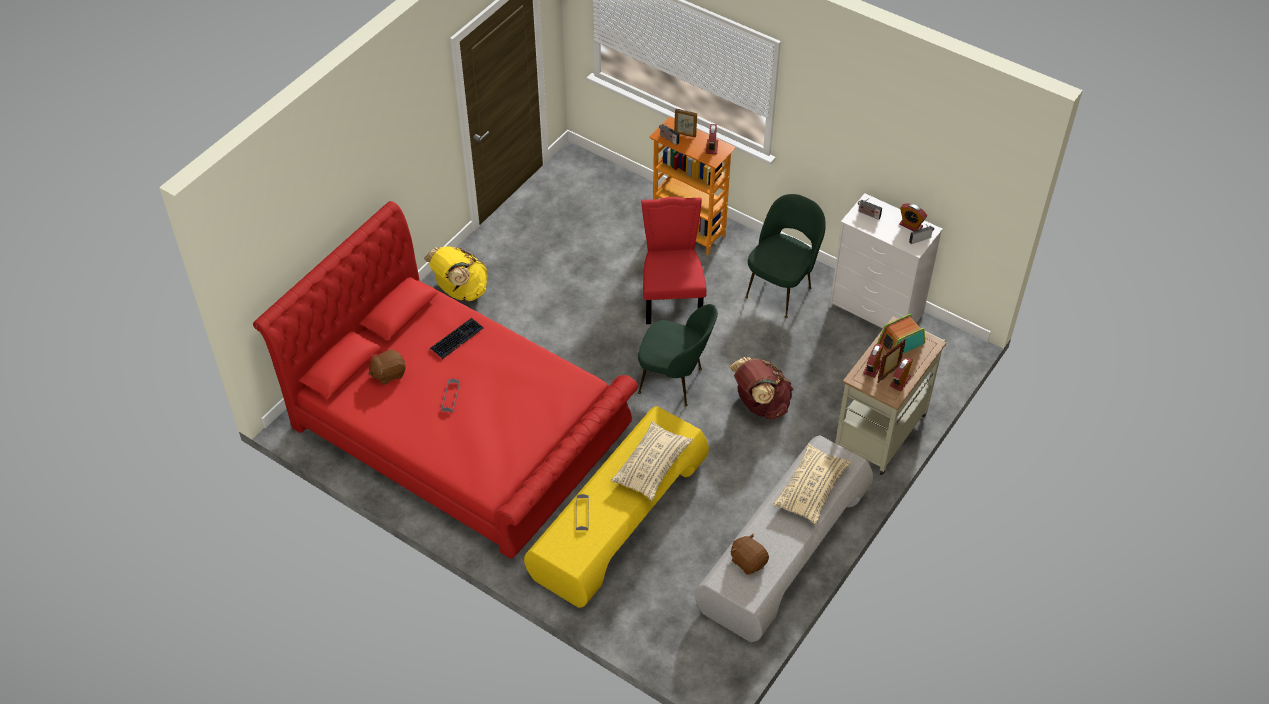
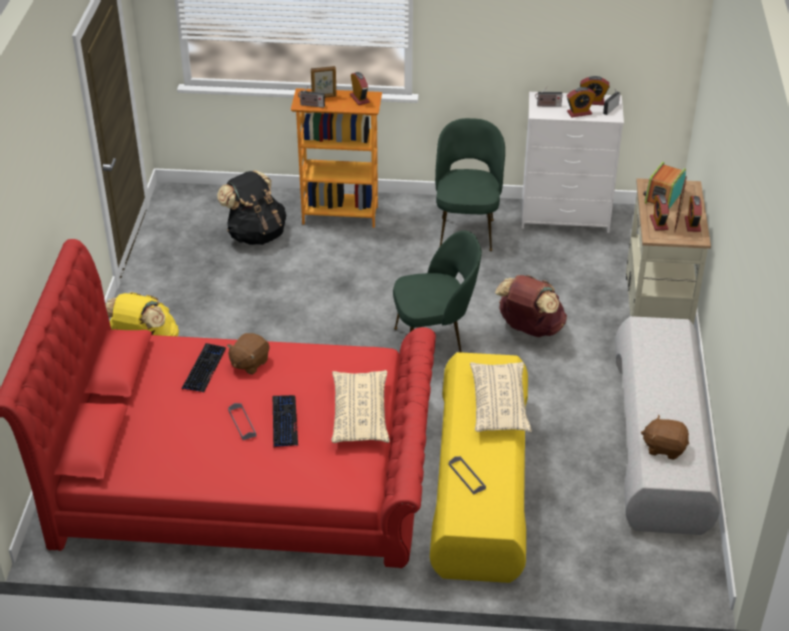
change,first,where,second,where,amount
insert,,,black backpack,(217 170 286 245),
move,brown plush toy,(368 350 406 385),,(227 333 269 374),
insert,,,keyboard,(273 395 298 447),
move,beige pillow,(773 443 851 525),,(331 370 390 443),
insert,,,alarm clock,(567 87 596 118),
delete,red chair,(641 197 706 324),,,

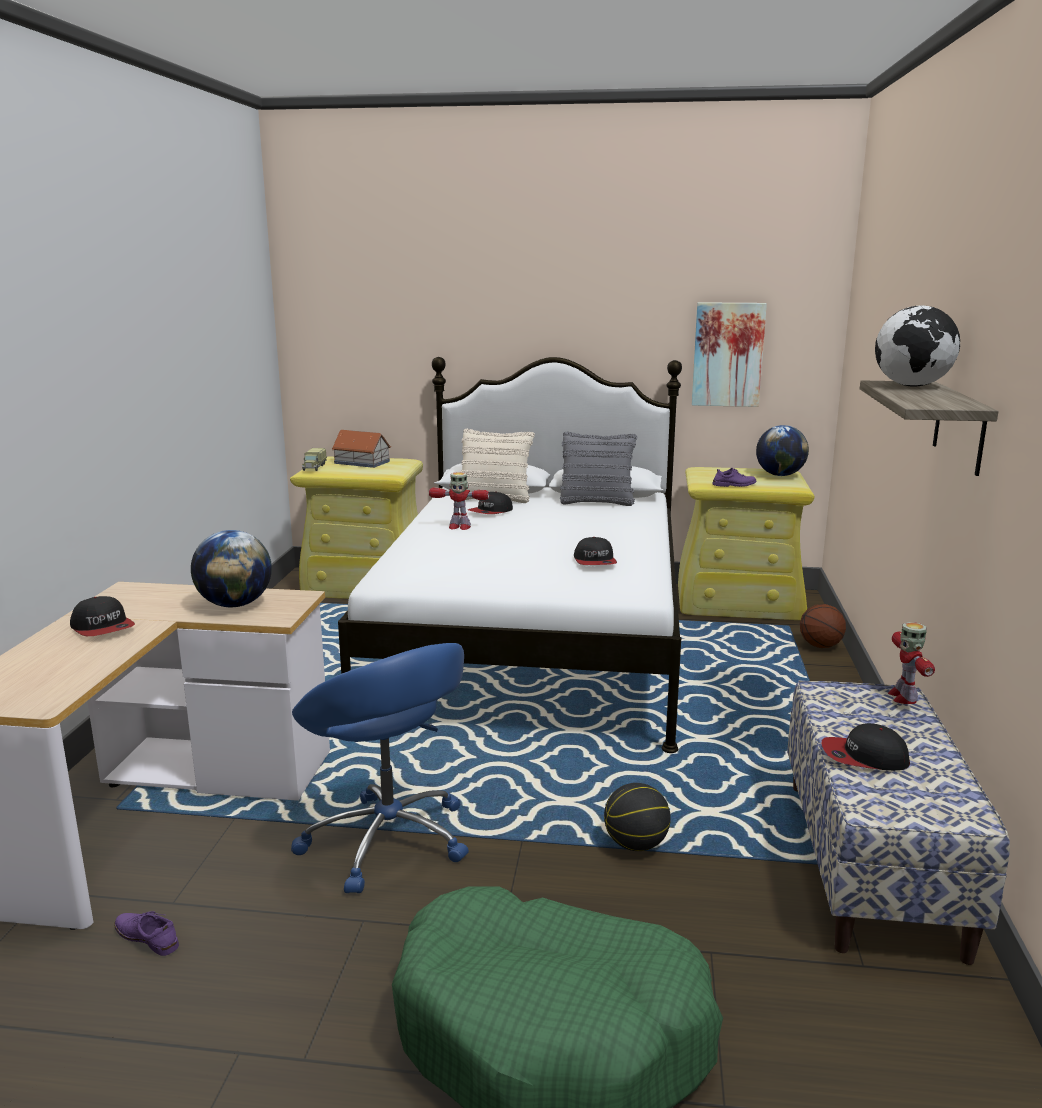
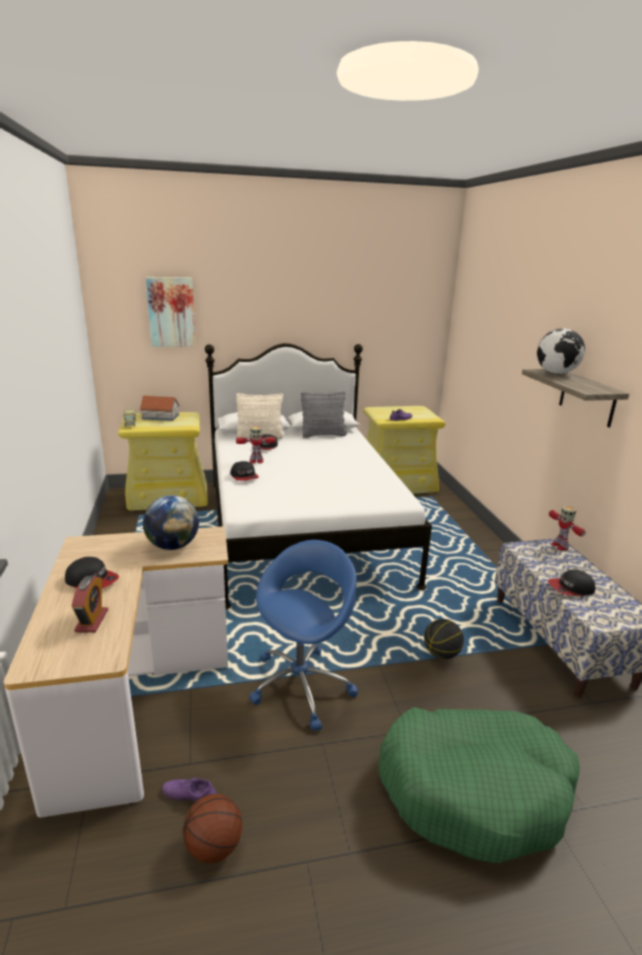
change,first,where,second,where,amount
insert,,,alarm clock,(72 576 108 633),
move,picture,(692 302 767 407),,(146 277 196 347),
move,basketball,(800 604 846 648),,(182 794 242 864),
move,cap,(574 537 617 565),,(230 461 259 481),
rotate,blue office chair,(291 643 469 893),,(249 540 358 731),75 degrees counterclockwise
delete,globe,(756 425 809 476),,,

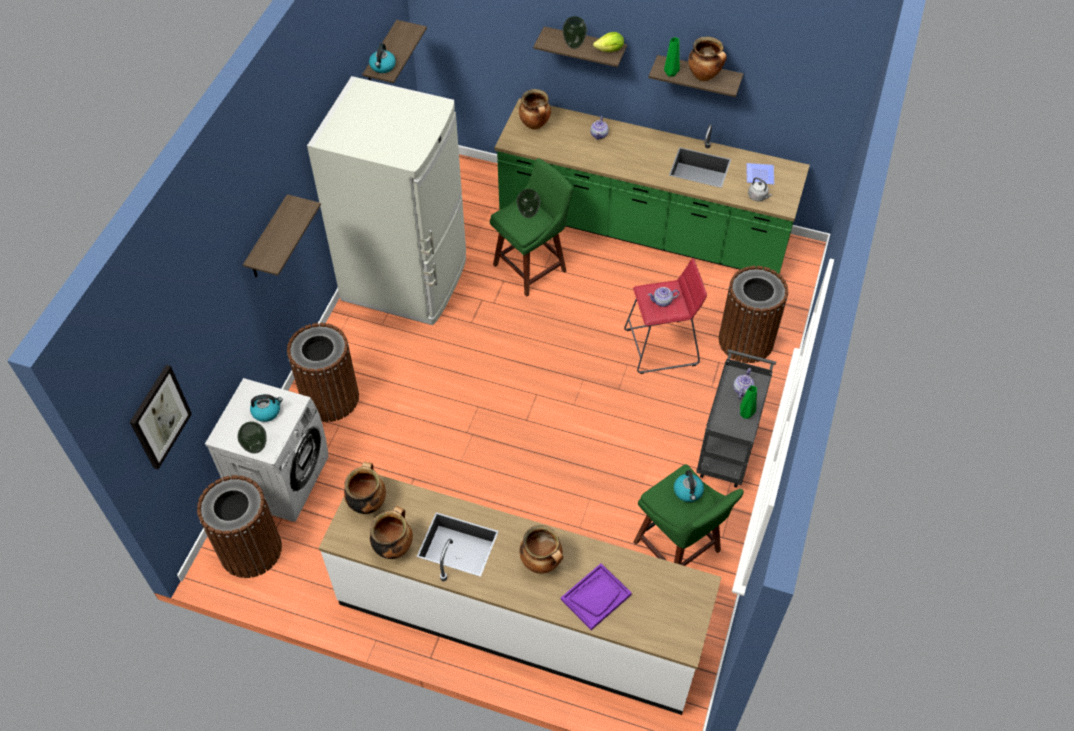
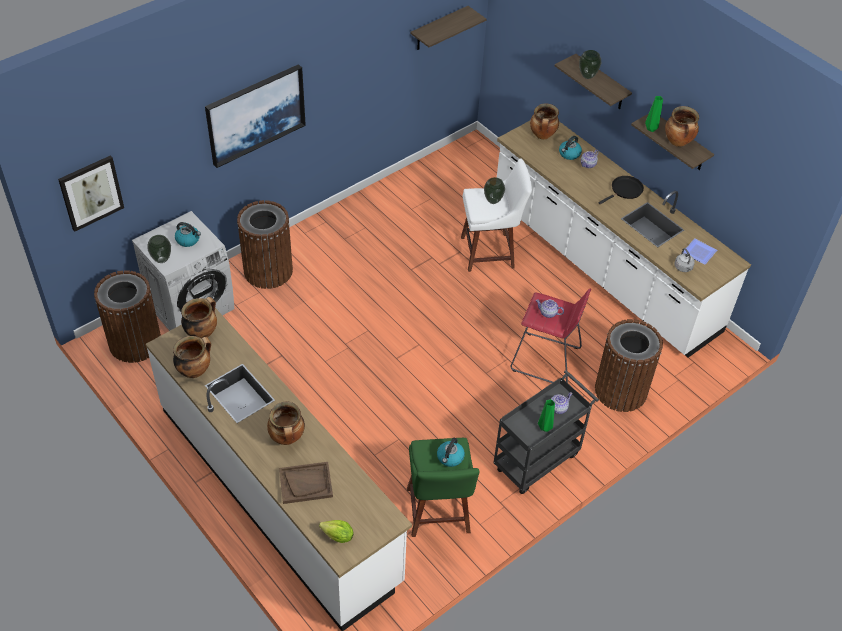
change,first,where,second,where,amount
replace,shelf,(243 194 321 277),picture,(205 64 306 168),
recolor,purple tray,(561 563 632 630),brown tray,(279 462 333 504),
move,lettuce,(593 32 624 52),,(319 520 354 543),
recolor,green stool,(490 159 573 297),white stool,(461 159 532 272),
recolor,green counter,(494 98 810 274),white counter,(497 121 751 358),
move,kettle,(369 43 396 73),,(559 136 582 160),
insert,,,black frying pan,(598 176 644 205),
delete,white fridge,(307 76 466 325),,,

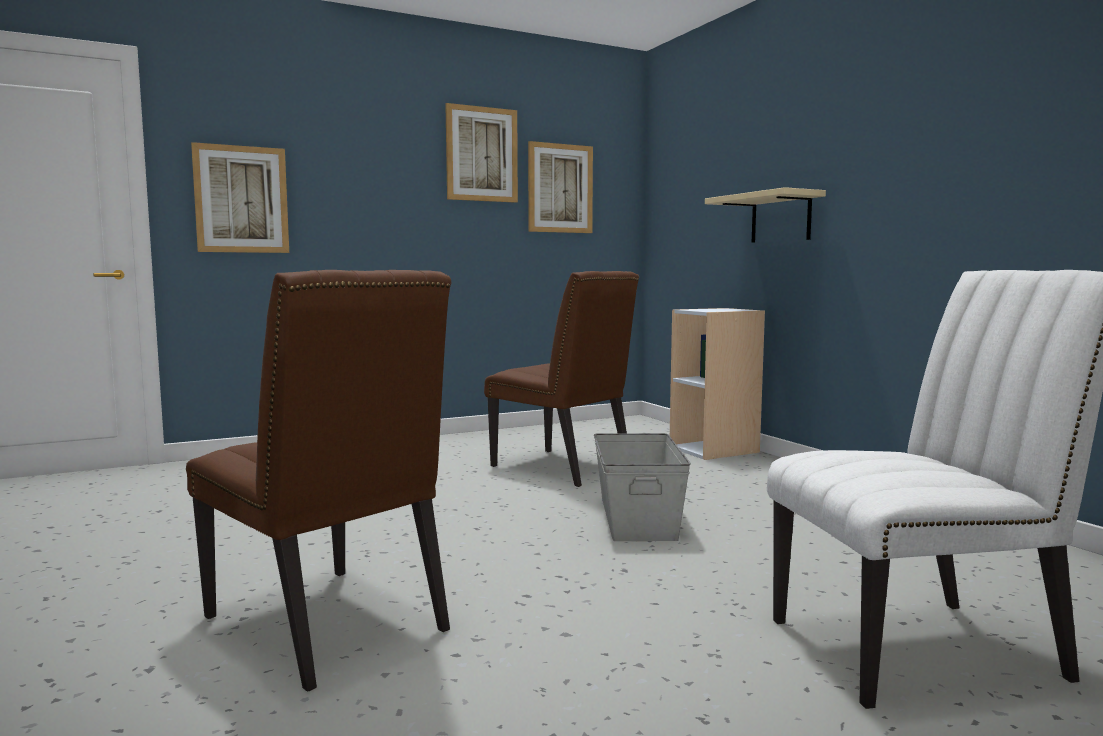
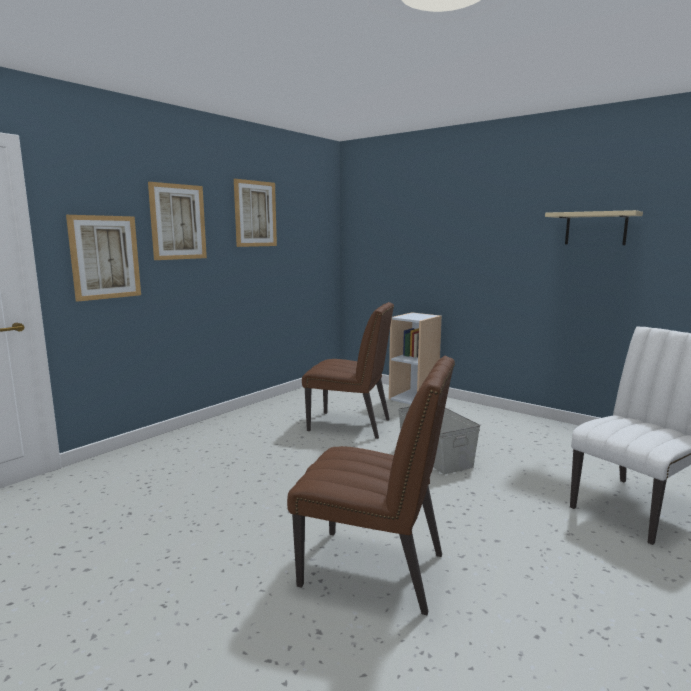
change,first,where,second,where,amount
move,picture,(528 141 593 233),,(148 182 207 260),
move,beige shelf,(705 187 826 243),,(545 210 643 245),

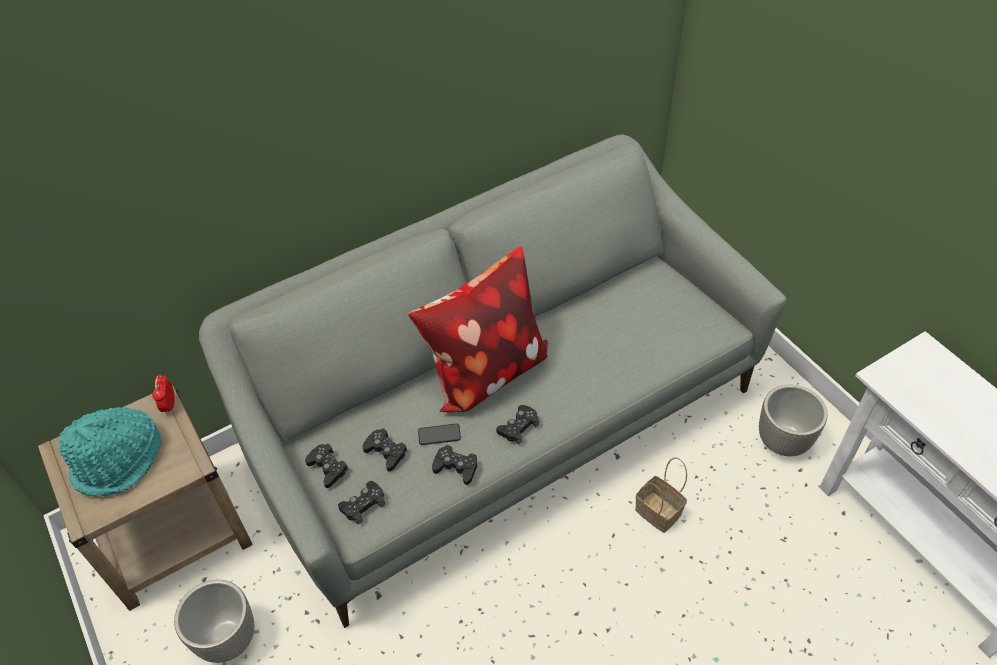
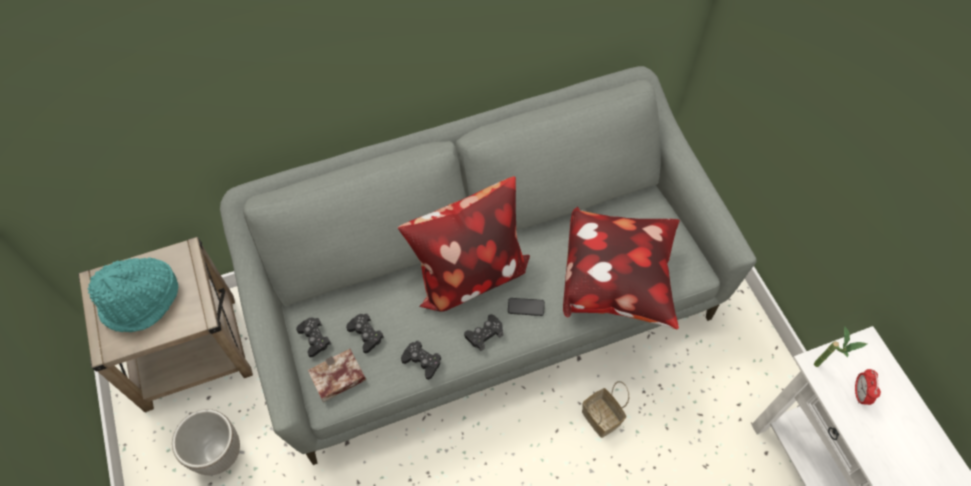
change,first,where,second,where,amount
replace,black game controller,(338 481 385 525),book,(308 349 366 402),
move,phone,(418 424 461 445),,(508 298 545 316),
insert,,,pillow,(563 206 680 329),
insert,,,potted plant,(814 327 867 367),
move,alarm clock,(152 375 174 414),,(855 369 881 405),
delete,planter,(759 385 828 456),,,

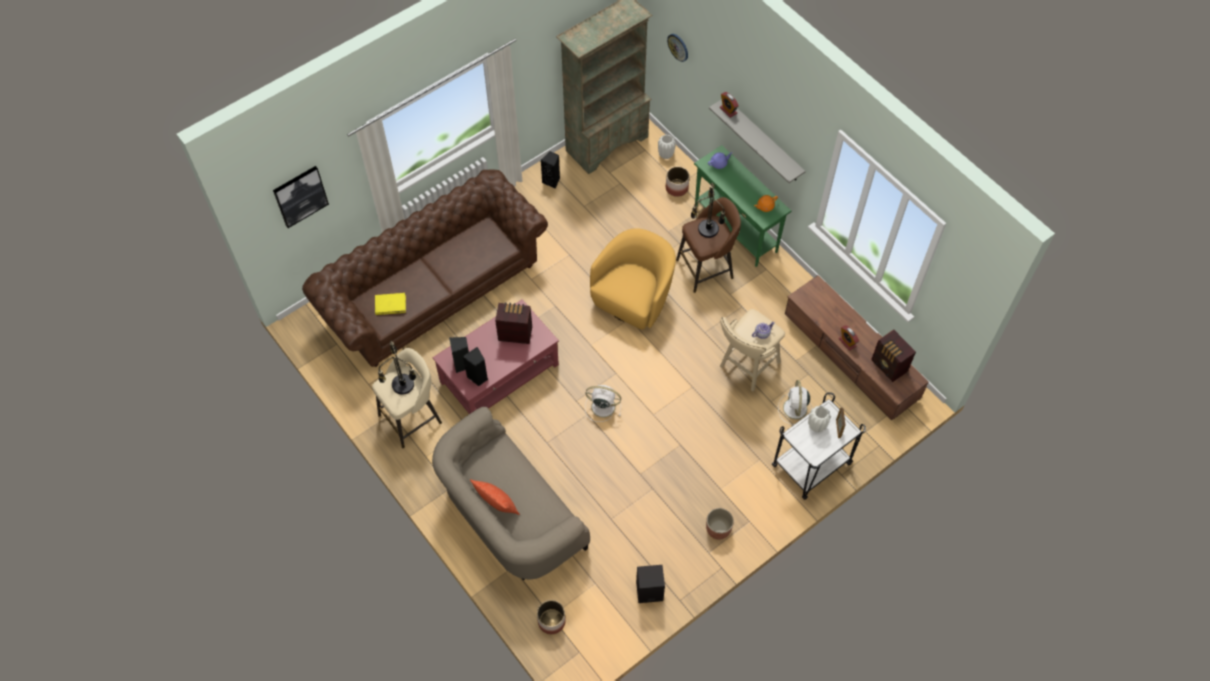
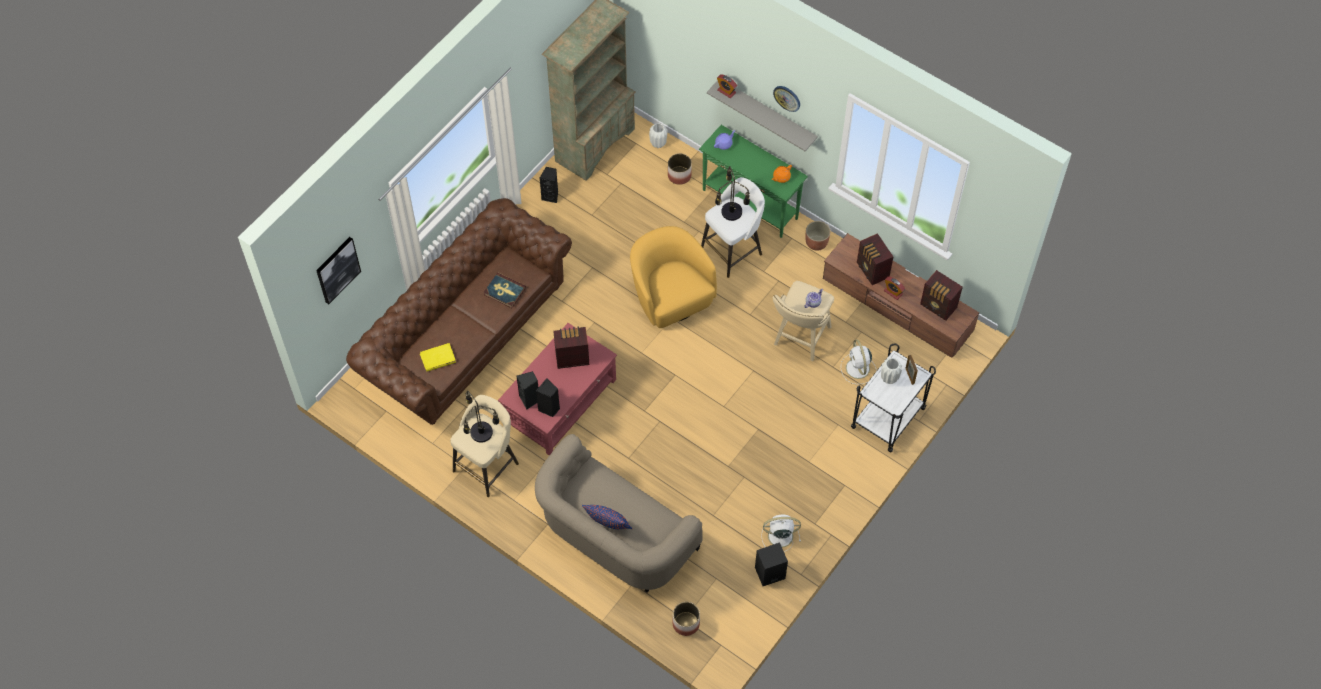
change,first,where,second,where,amount
insert,,,book,(484 273 526 308),
recolor,orange pillow,(470 479 520 515),blue pillow,(582 505 633 529),
rotate,yellow armchair,(590 228 676 330),,(630 226 717 328),45 degrees counterclockwise
recolor,brown stool,(676 197 741 293),white stool,(701 177 765 278),
move,white fan,(585 385 621 422),,(761 514 801 552),
move,wall clock,(667 34 688 62),,(773 86 800 112),
move,planter,(706 508 734 540),,(805 221 830 251),
insert,,,radio,(857 233 893 285),

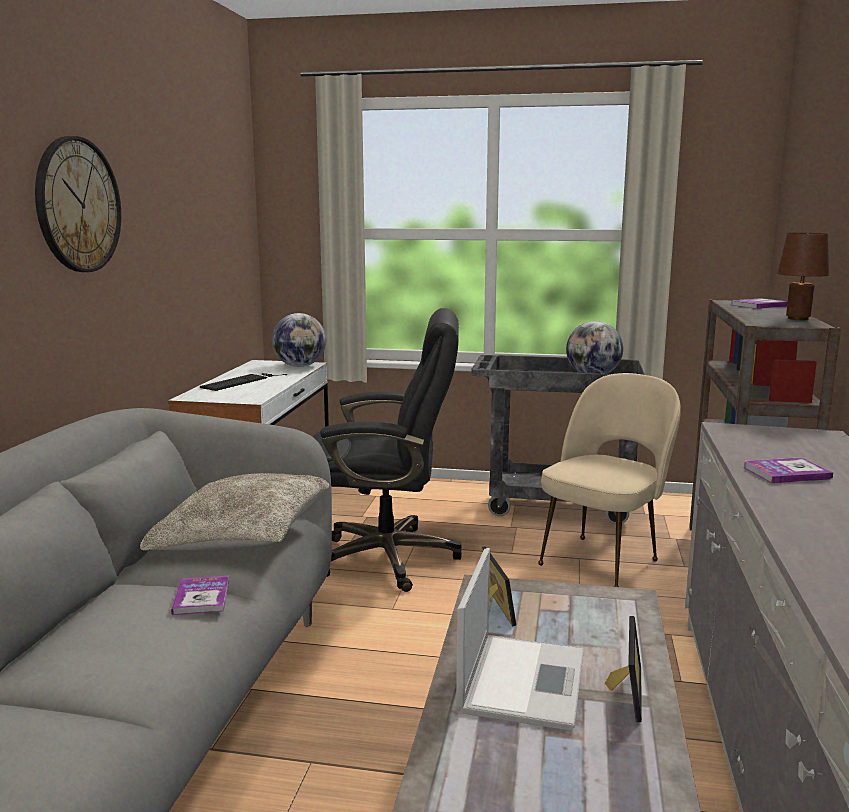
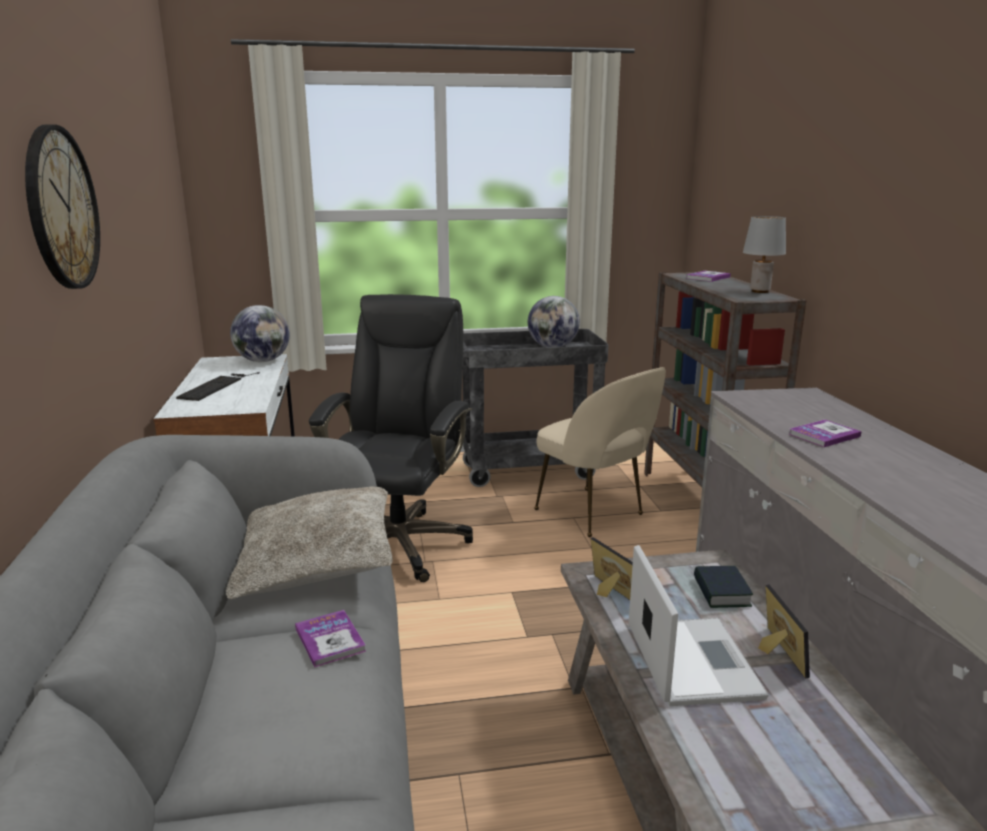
change,first,where,second,where,amount
rotate,black office chair,(313 308 462 592),,(309 294 473 582),60 degrees counterclockwise
rotate,beige chair,(538 373 681 587),,(534 367 666 537),120 degrees clockwise
insert,,,book,(694 566 753 608),
recolor,brown table lamp,(777 233 829 320),grey table lamp,(743 216 786 293),

